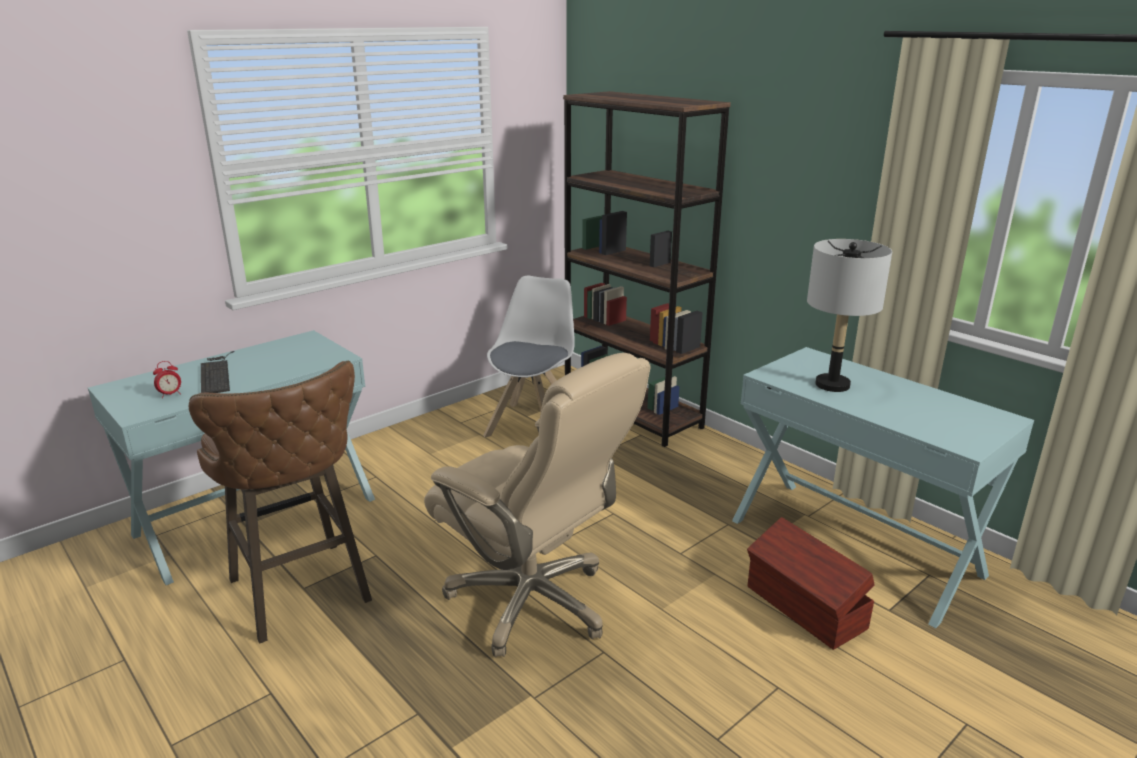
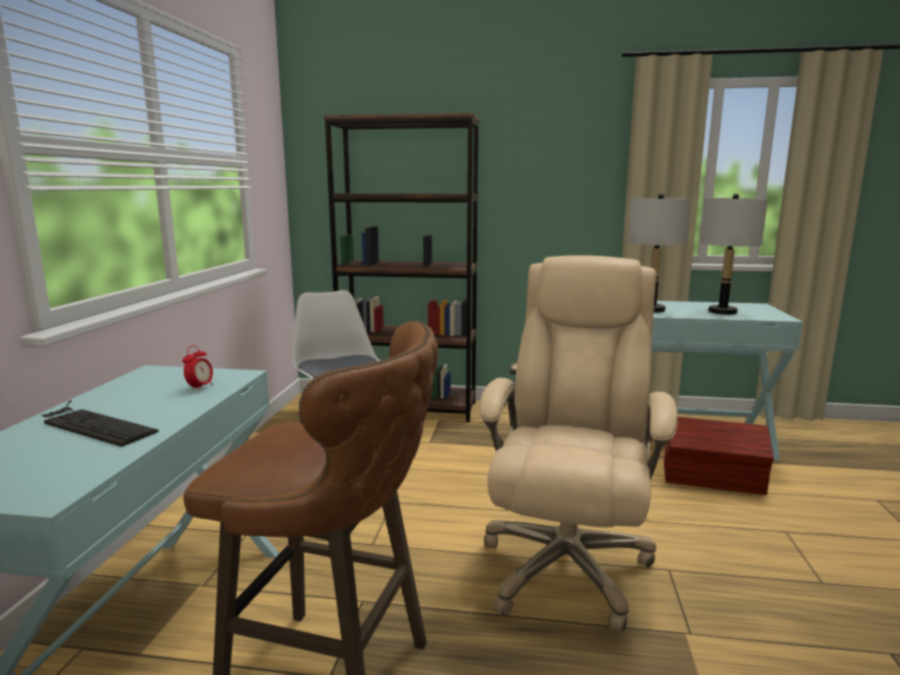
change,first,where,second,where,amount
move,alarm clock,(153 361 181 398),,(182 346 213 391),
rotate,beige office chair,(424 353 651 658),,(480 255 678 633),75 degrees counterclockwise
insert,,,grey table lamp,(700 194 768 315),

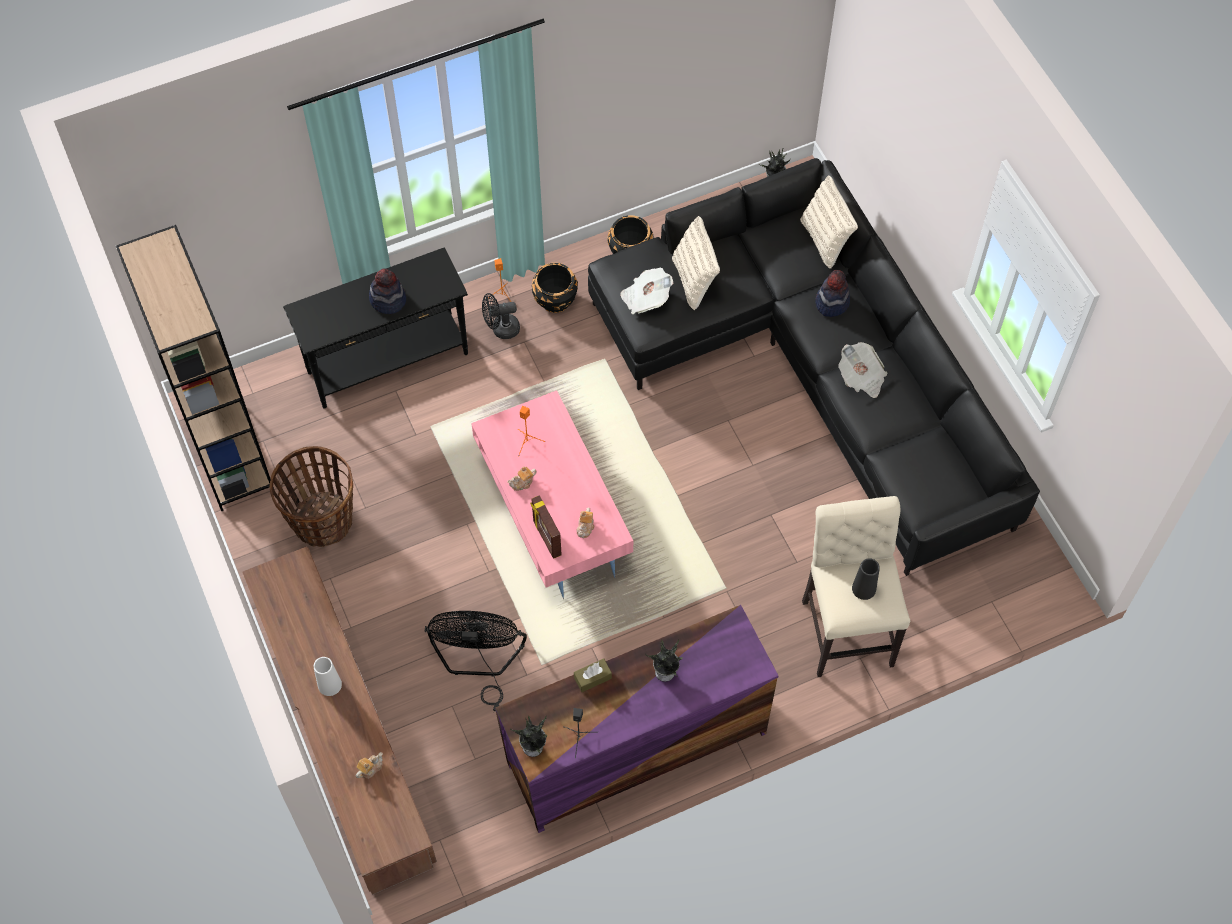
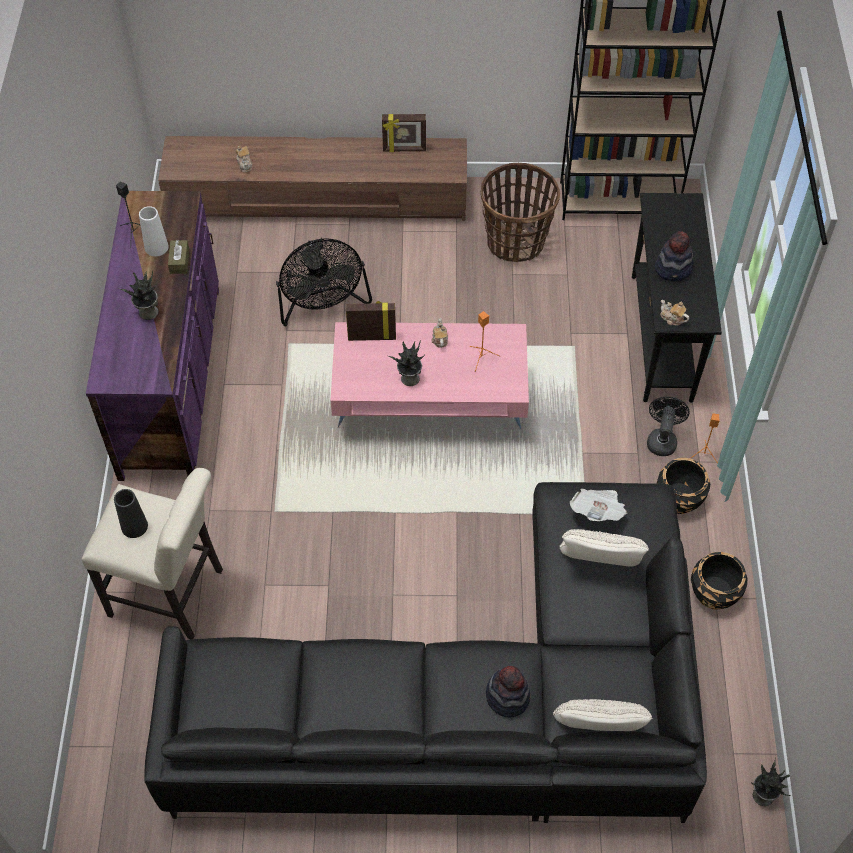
change,first,where,second,where,amount
move,white vase,(314 657 342 696),,(139 206 169 256),
rotate,black fan,(425 611 527 713),,(276 238 372 327),45 degrees clockwise
insert,,,picture frame,(382 114 426 152),
move,potted plant,(510 715 547 757),,(387 340 424 386),
move,teapot,(577 507 595 538),,(660 300 689 326),
delete,newspaper,(838 342 887 398),,,

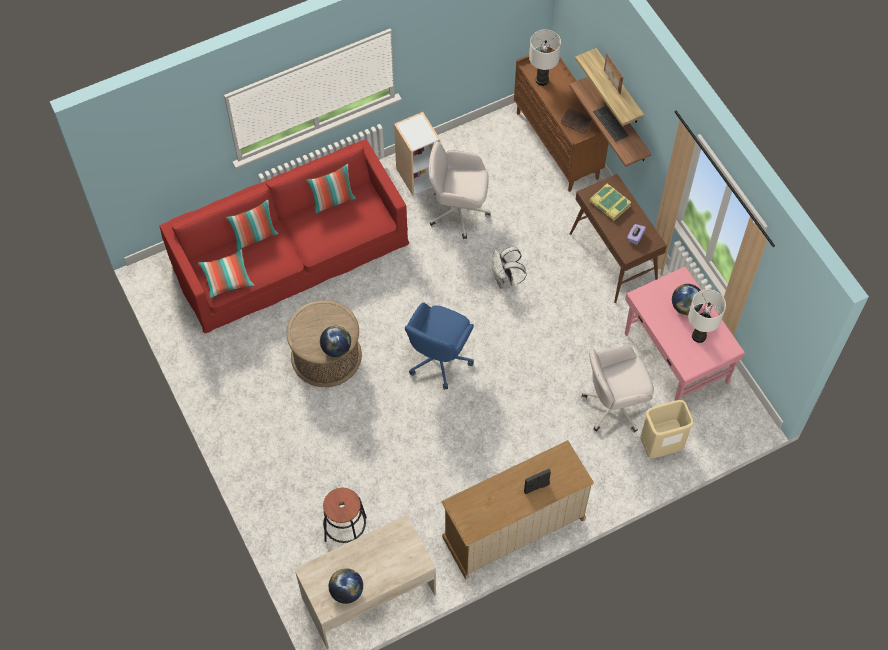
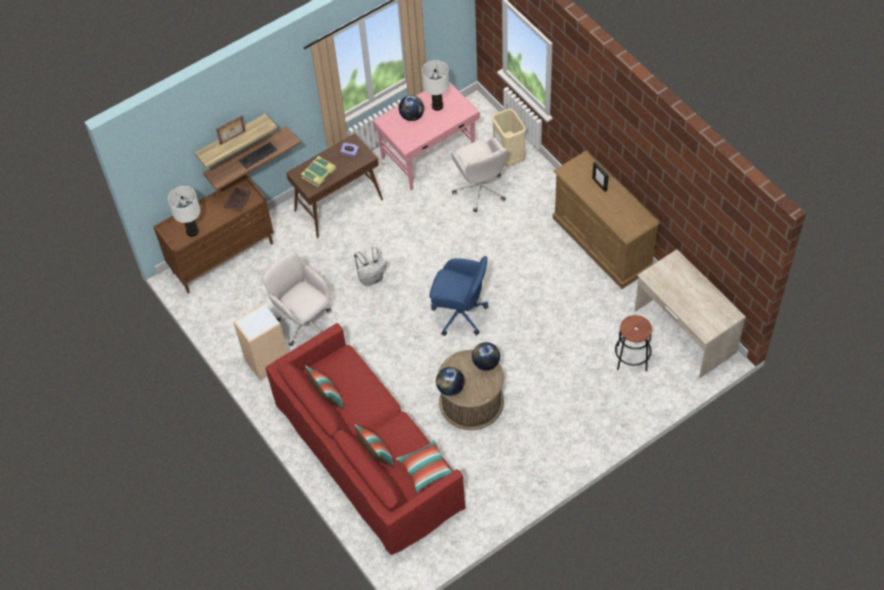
change,first,where,second,where,amount
rotate,white office chair,(429 141 491 239),,(262 251 332 346),135 degrees clockwise
move,globe,(329 568 363 604),,(436 367 464 396),

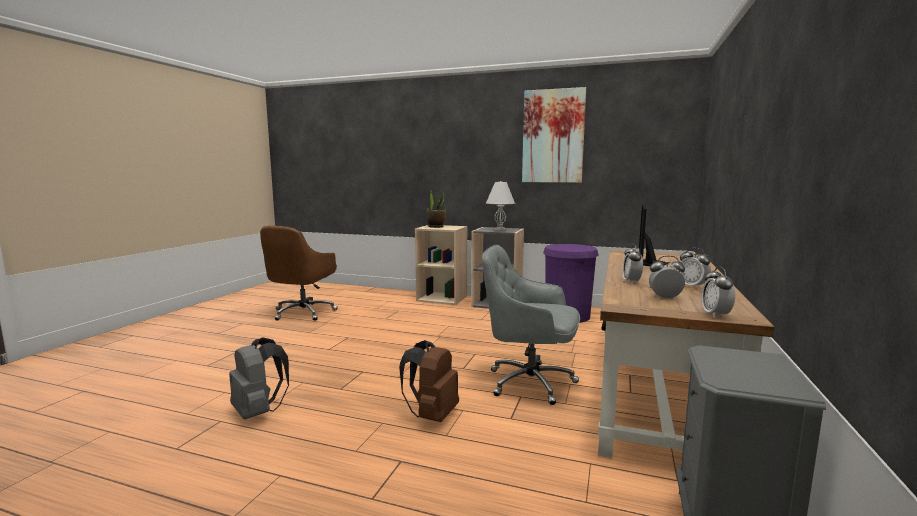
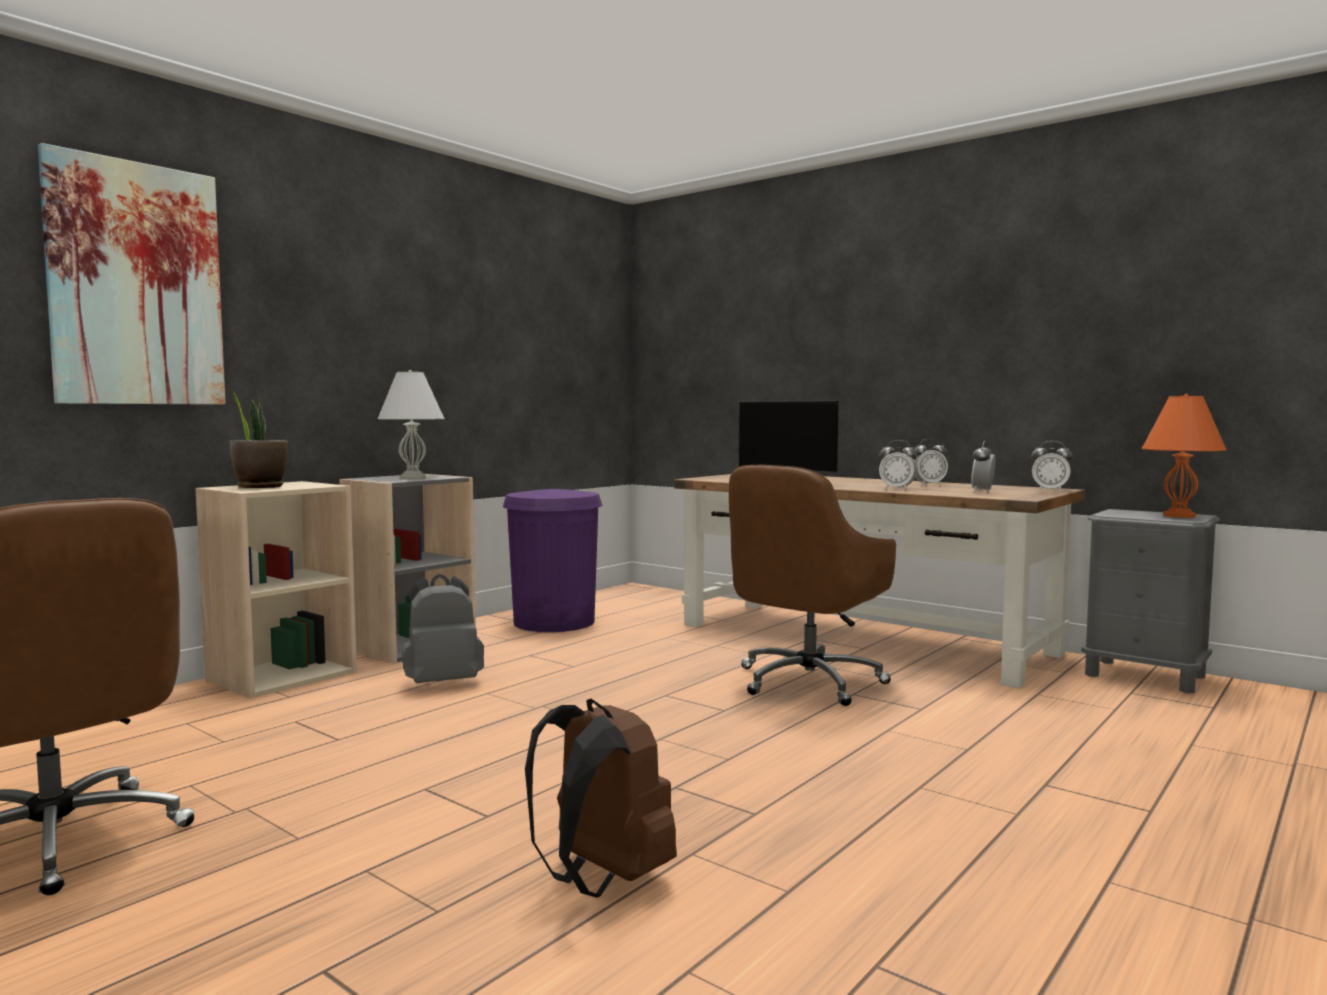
change,first,where,second,where,amount
move,picture,(522 87 586 183),,(38 143 226 405),
move,grey backpack,(229 337 289 419),,(402 574 484 683),
move,brown backpack,(399 340 459 422),,(525 699 677 898),
recolor,grey office chair,(482 245 580 405),brown office chair,(729 465 896 706),
insert,,,orange table lamp,(1141 394 1227 518),

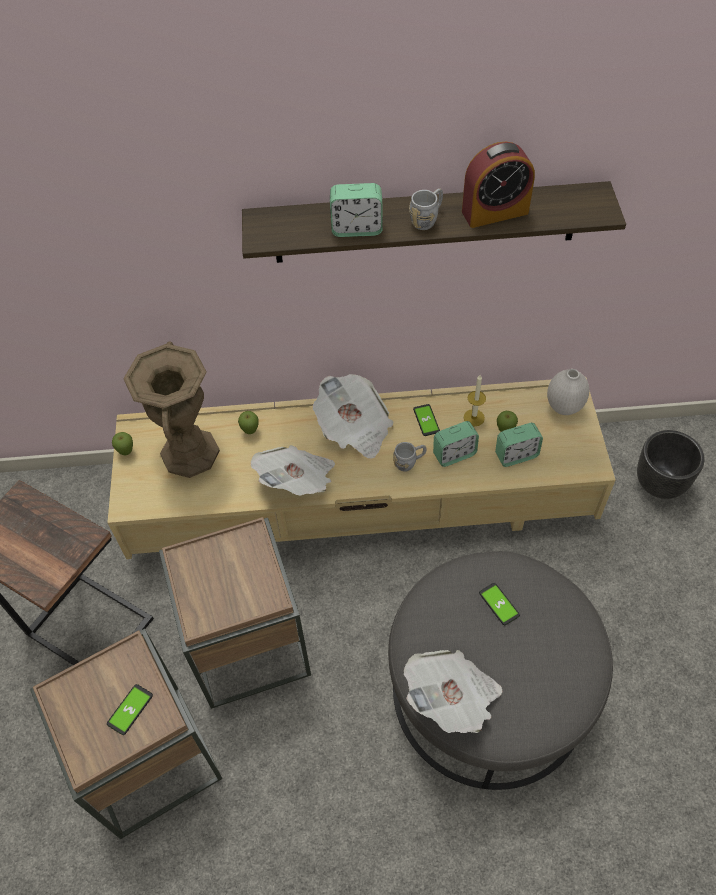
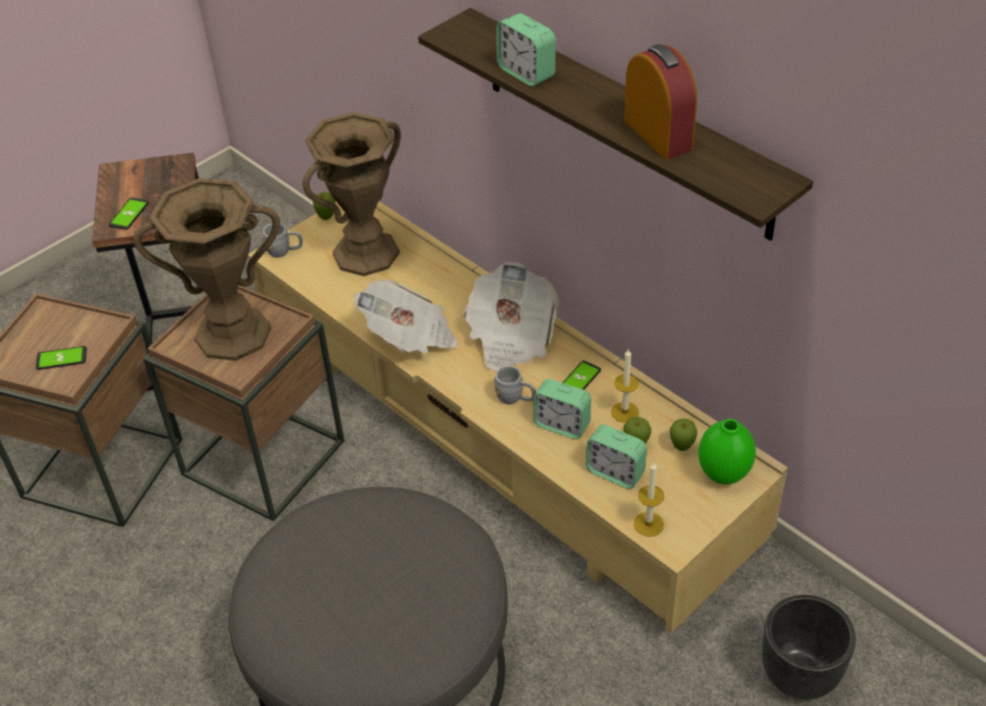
change,first,where,second,where,amount
move,phone,(479 583 520 625),,(109 198 149 230),
insert,,,brown vase,(133 178 280 361),
move,grey mug,(409 188 443 230),,(262 223 303 258),
rotate,alarm clock,(462 142 535 228),,(624 44 697 160),150 degrees counterclockwise
insert,,,candle,(634 462 664 537),
move,apple,(238 411 259 434),,(670 419 697 451),
recolor,white vase,(547 369 589 415),green vase,(698 419 756 484),
delete,newspaper,(404 650 503 733),,,

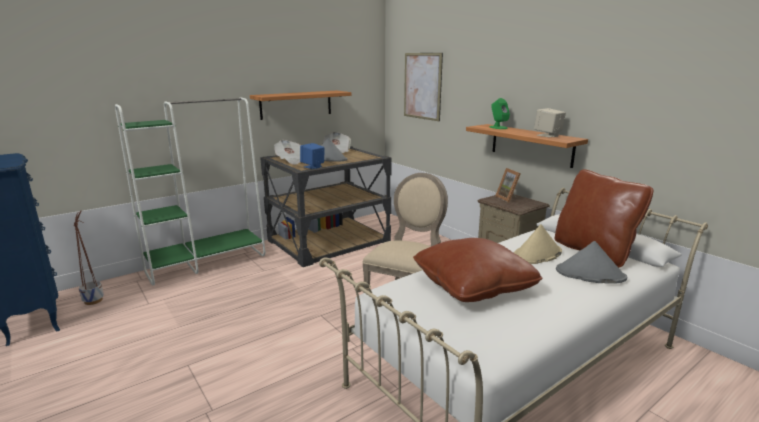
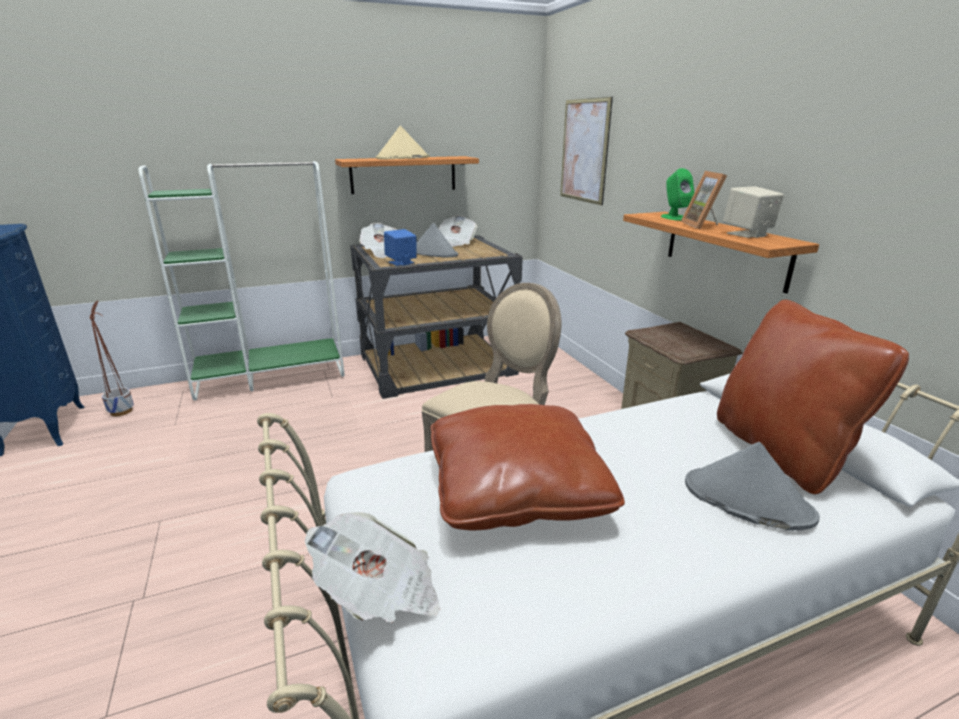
change,first,where,second,where,amount
insert,,,newspaper,(305 512 441 623),
move,beige hat,(514 224 562 264),,(376 126 430 159),
move,picture frame,(495 168 521 203),,(681 171 727 229),

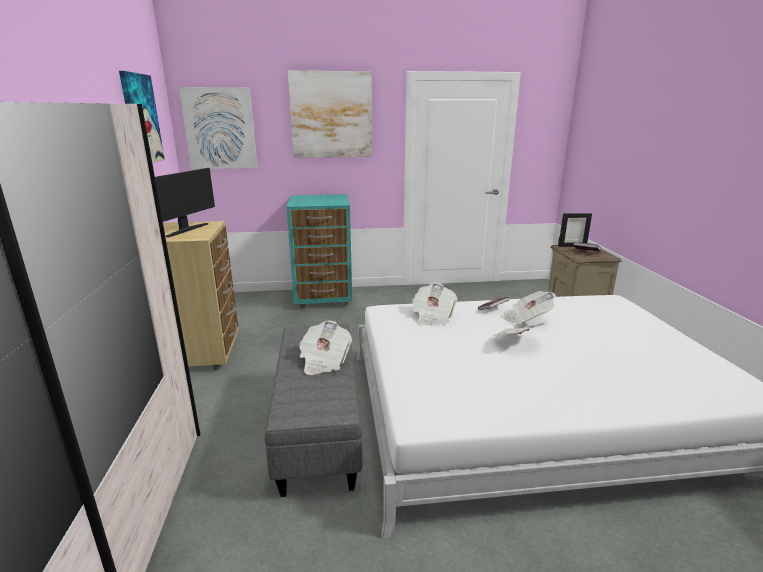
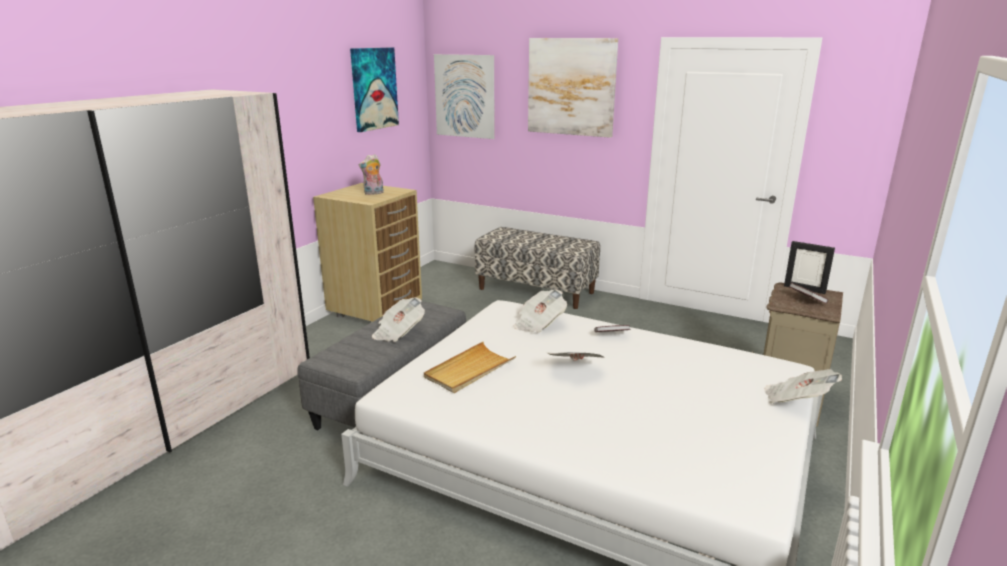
change,first,where,second,where,amount
replace,monitor,(155 168 215 237),plush toy,(359 154 384 195),
insert,,,beige tray,(424 342 516 393),
replace,turquoise dresser,(287 194 352 308),bench,(475 227 600 309),
move,newspaper,(501 291 556 325),,(764 369 842 403),

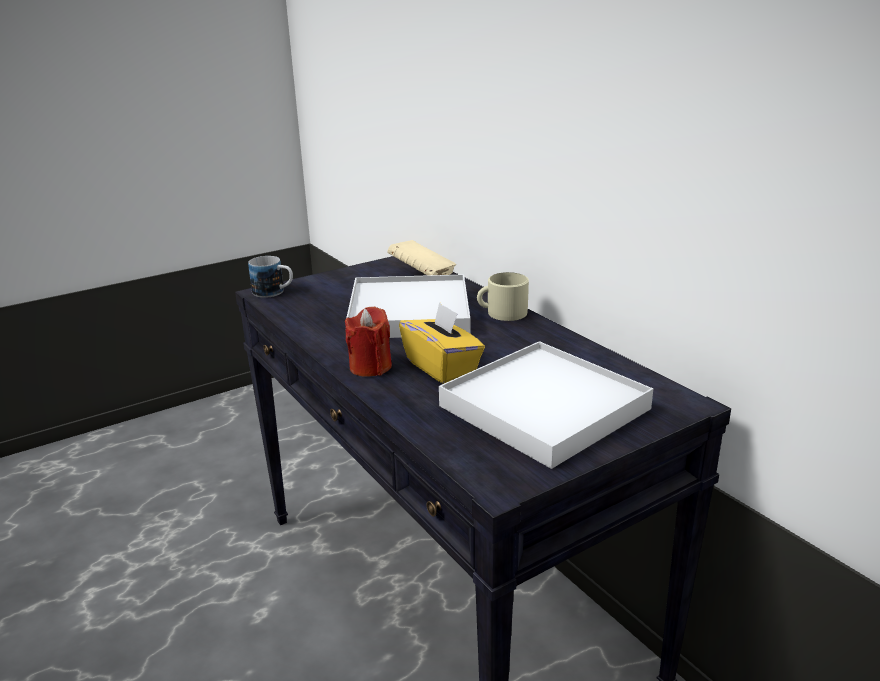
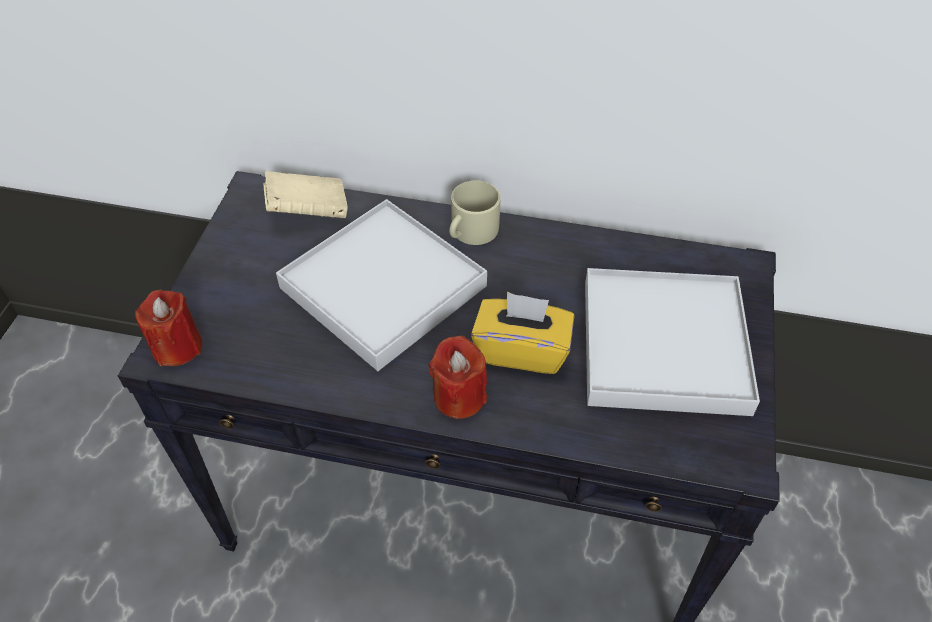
change,first,where,second,where,amount
replace,mug,(248 256 293 298),red candle,(135 290 202 366),

